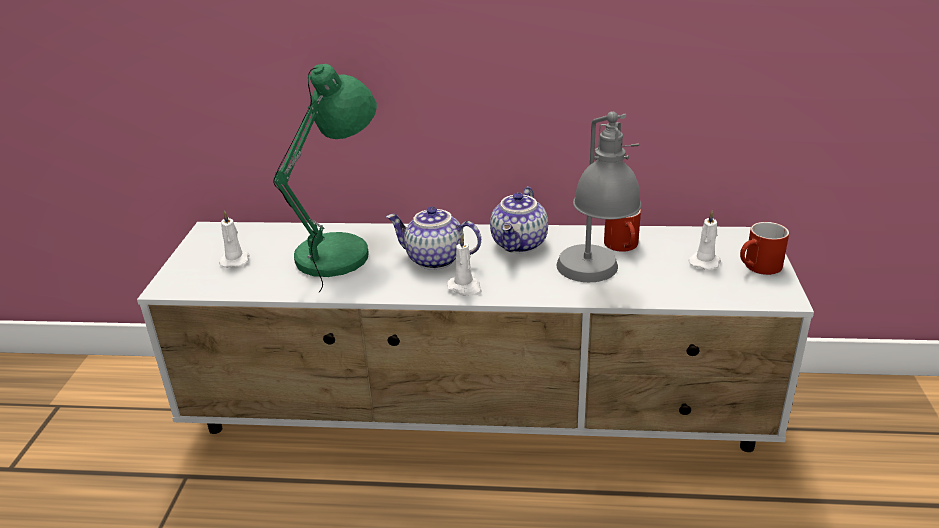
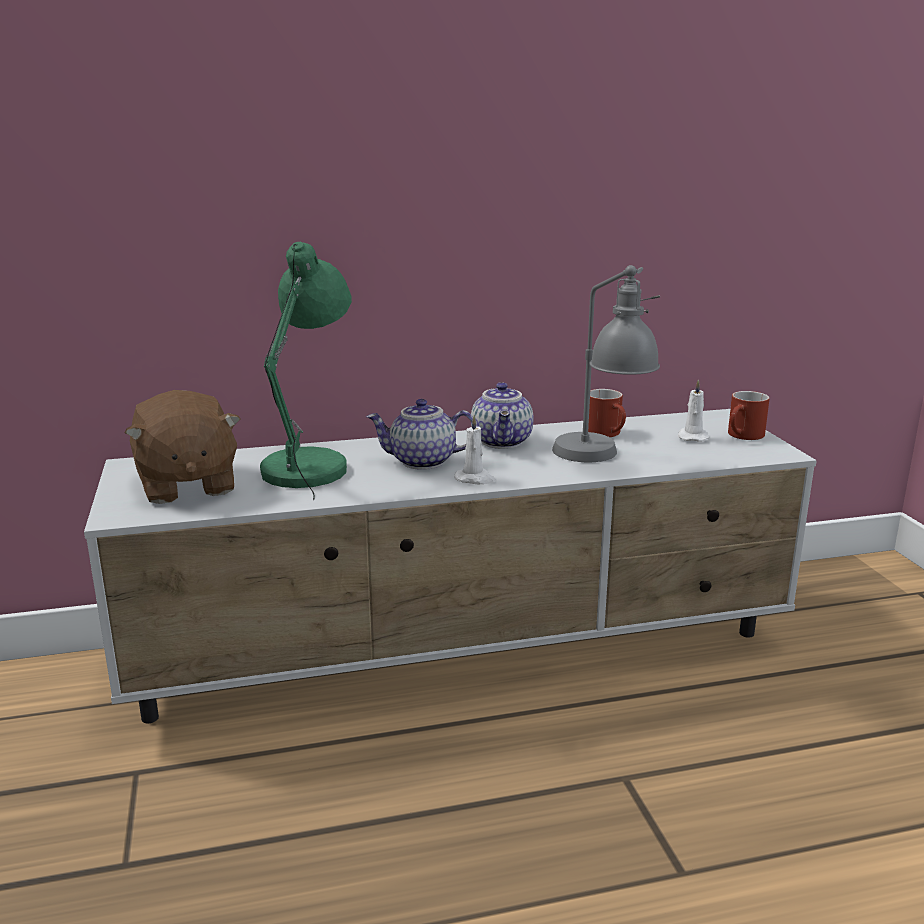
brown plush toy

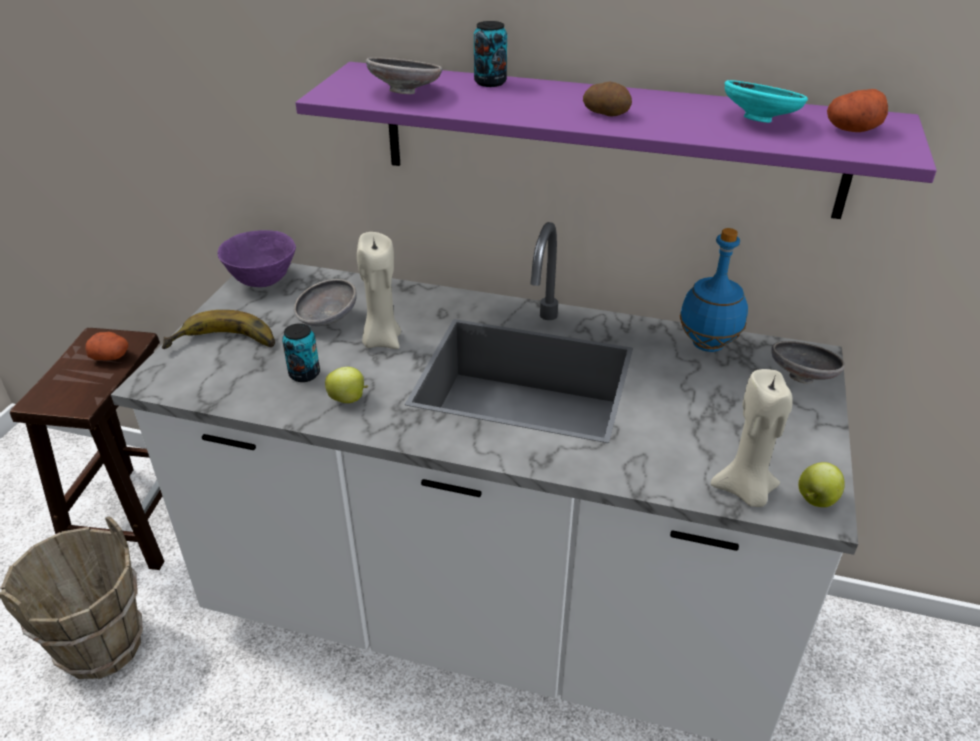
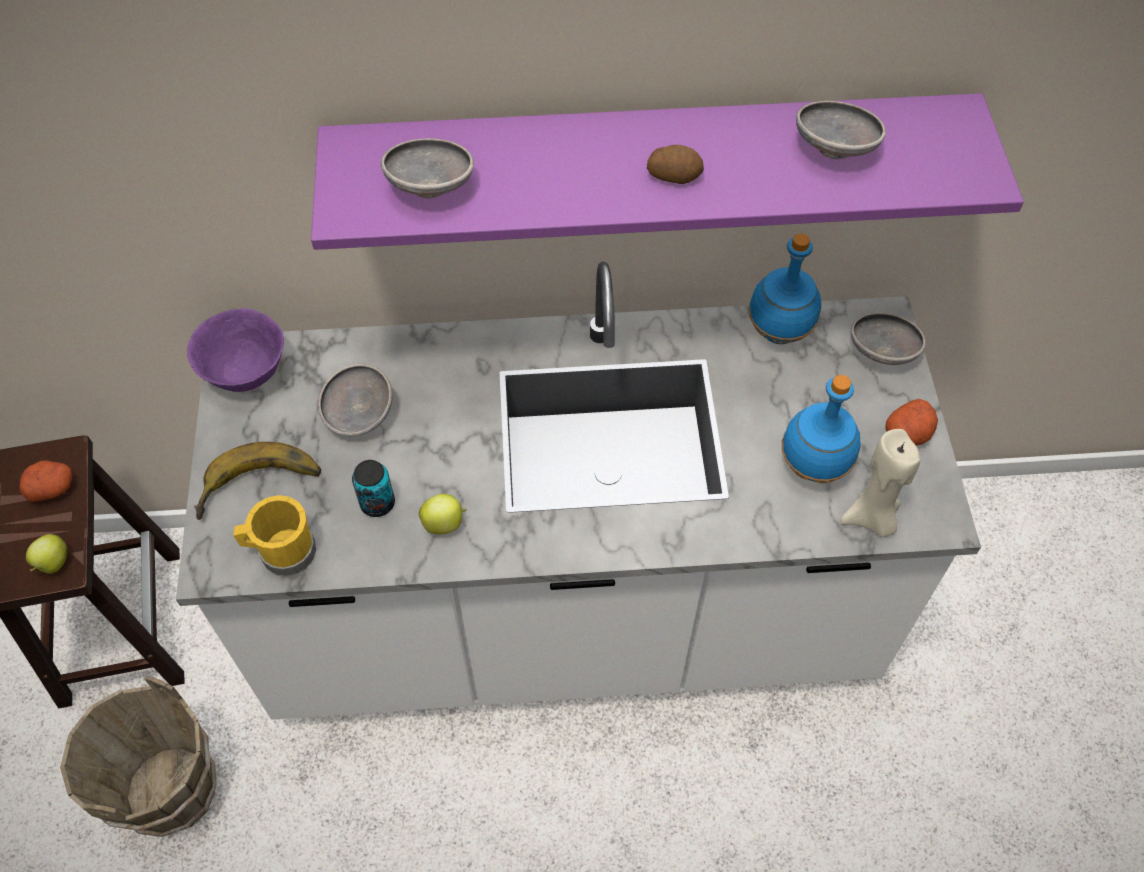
apple (1st from left); yellow mug; blue bottle (2nd from left); grey bowl (3rd from left); potato (3rd from left); beige candle (1st from left in the first image); can (2nd from left in the first image)

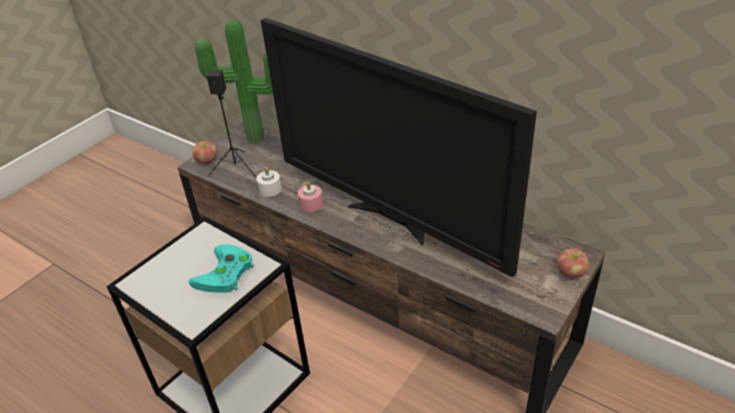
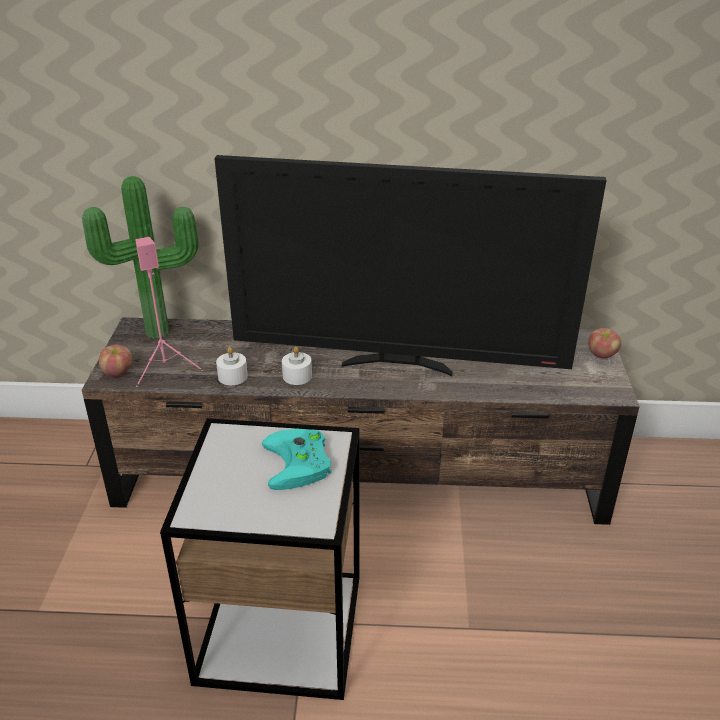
pink speaker; white candle (2nd from left)

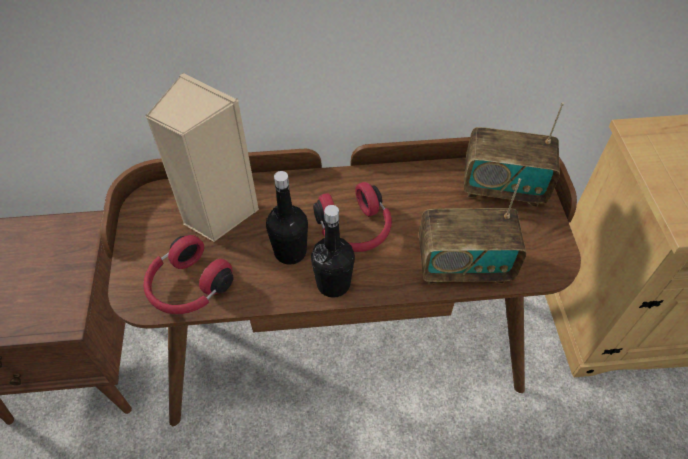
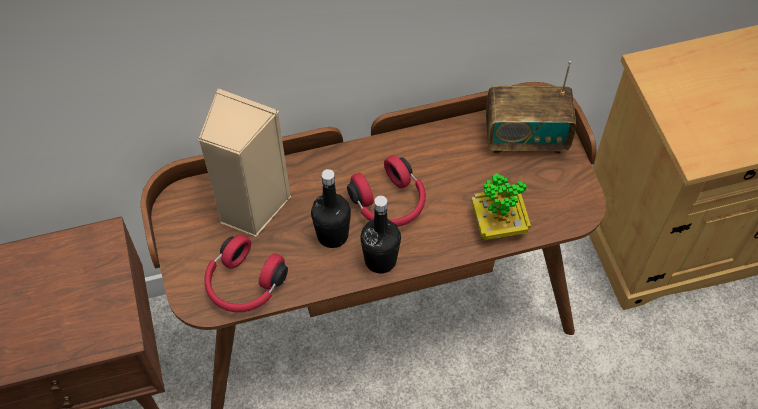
potted plant

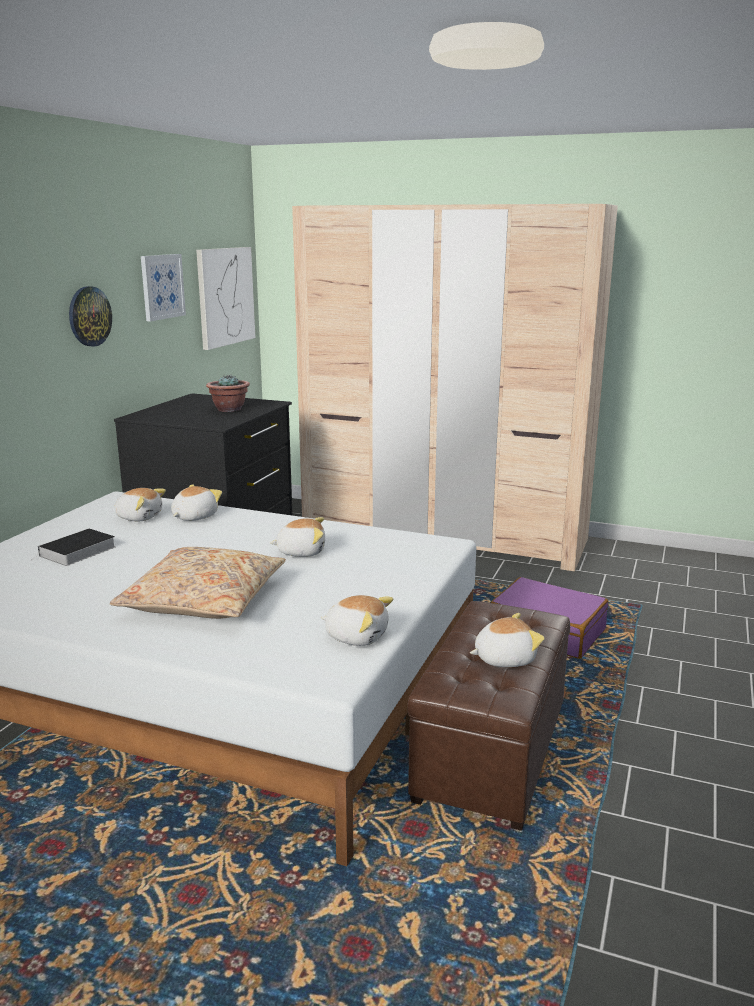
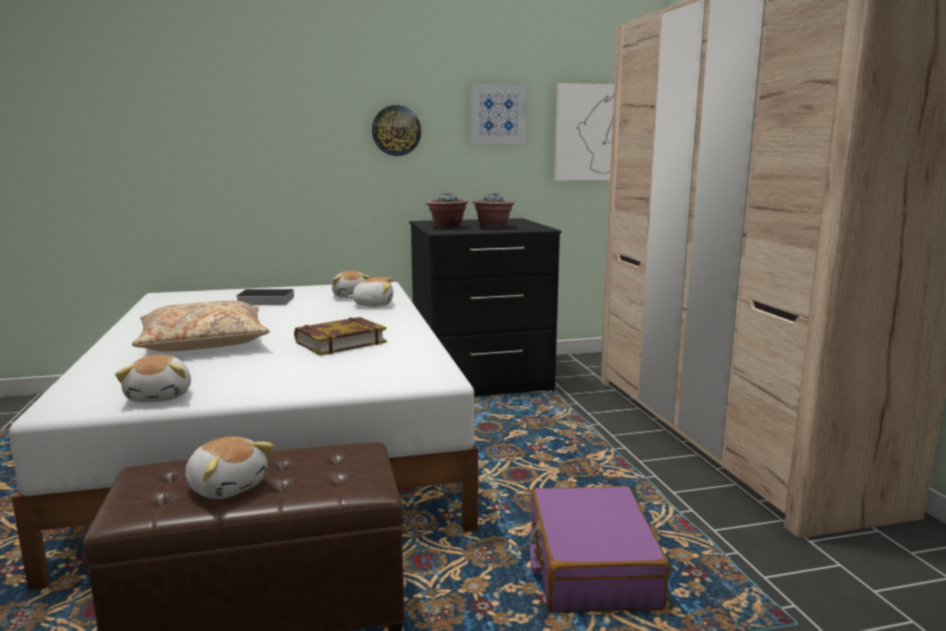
book (2nd from left); potted plant (1st from left)

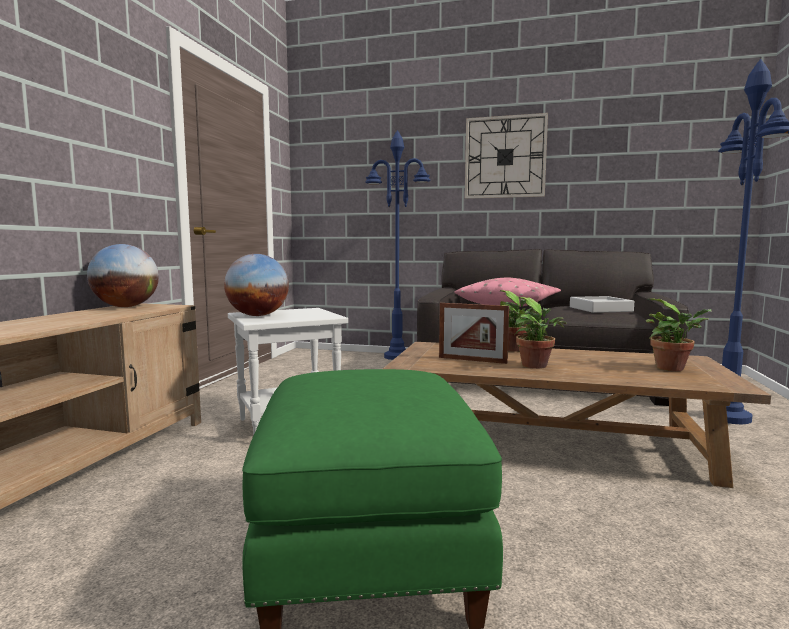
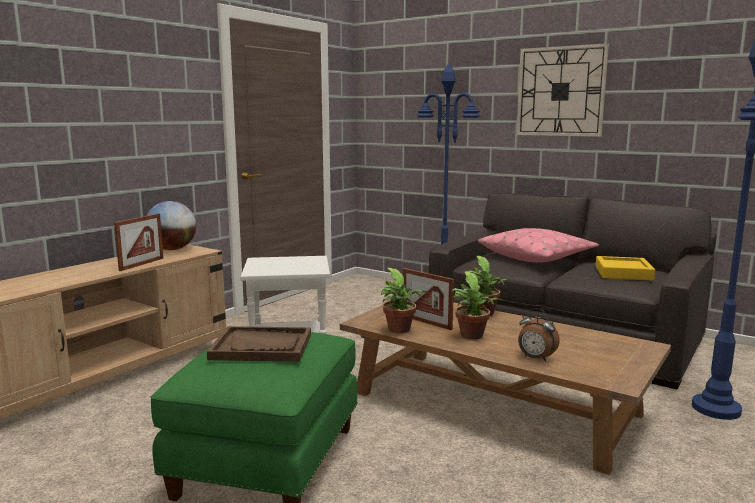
picture frame (1st from left); brown tray; potted plant (1st from left); alarm clock; yellow tray; globe (2nd from left in the first image)

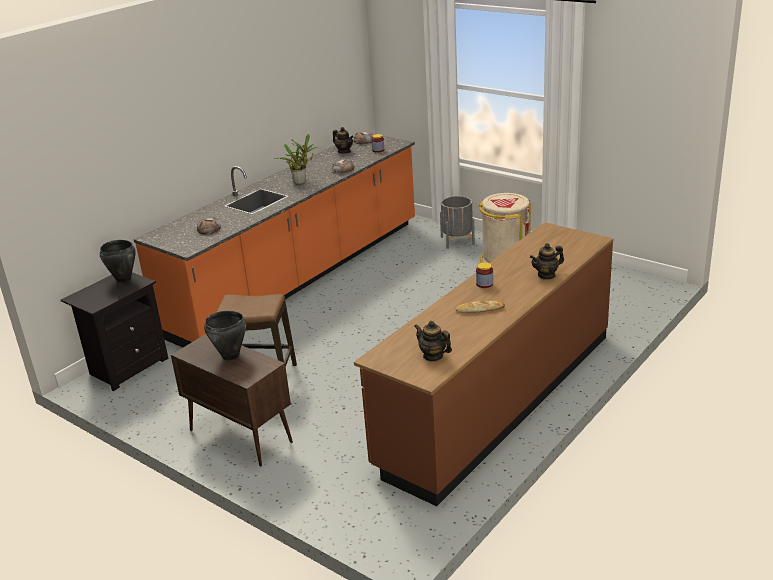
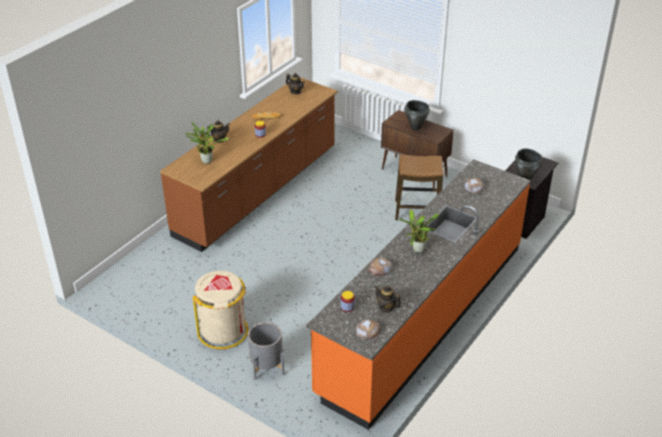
potted plant (1st from left)

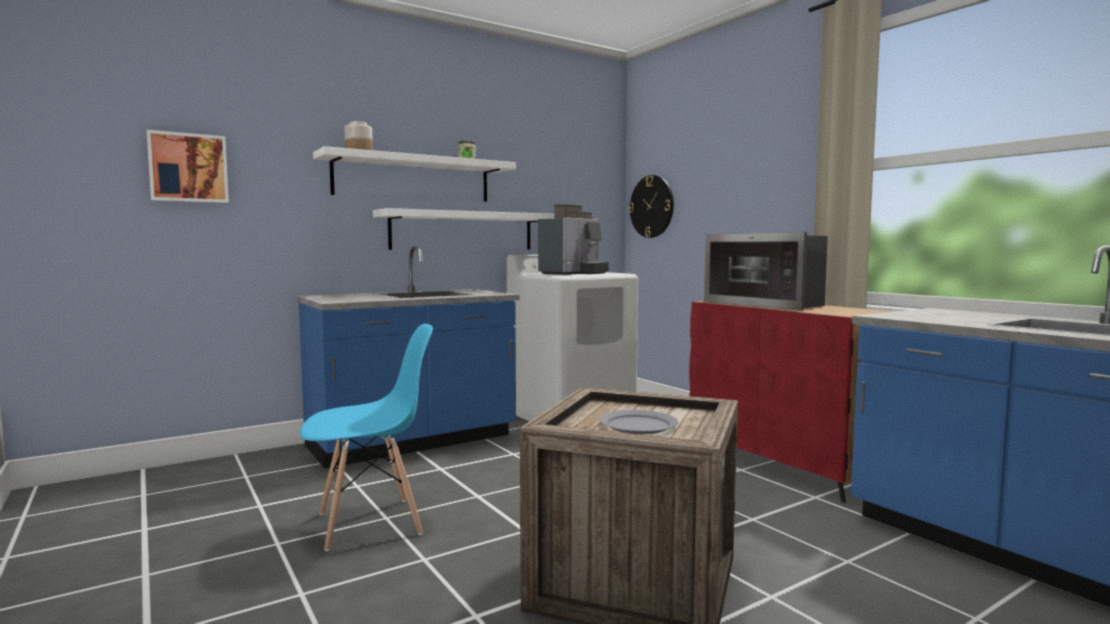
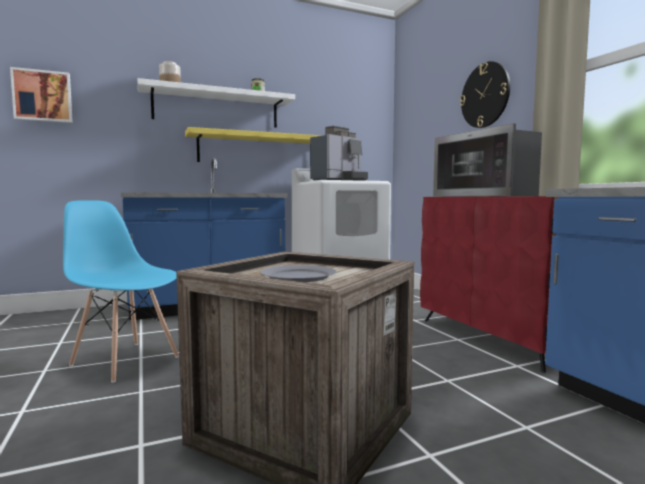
blue chair; yellow shelf; wall clock

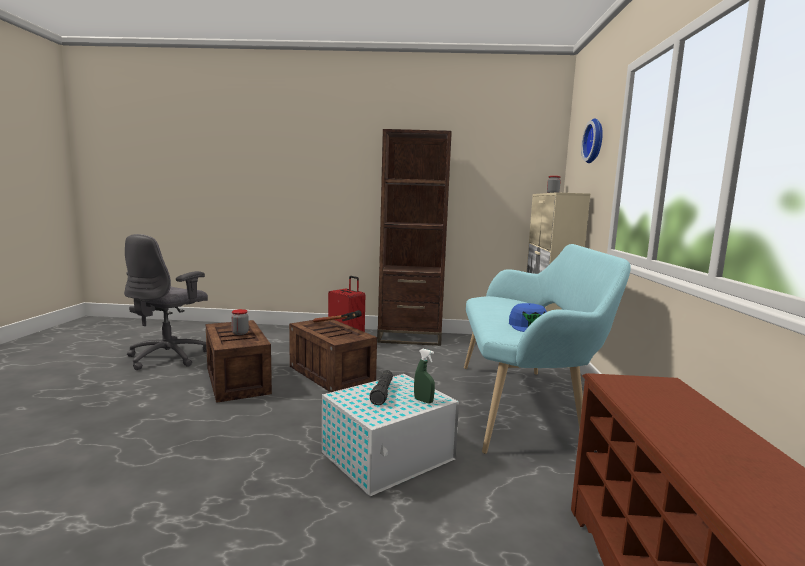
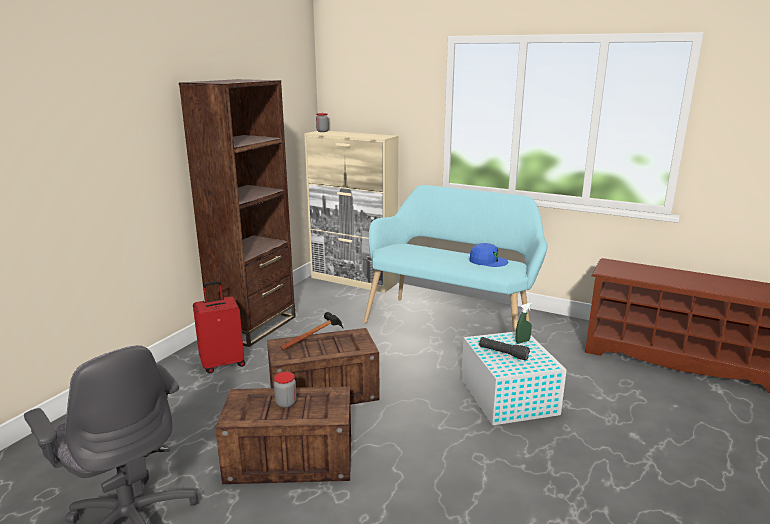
wall clock

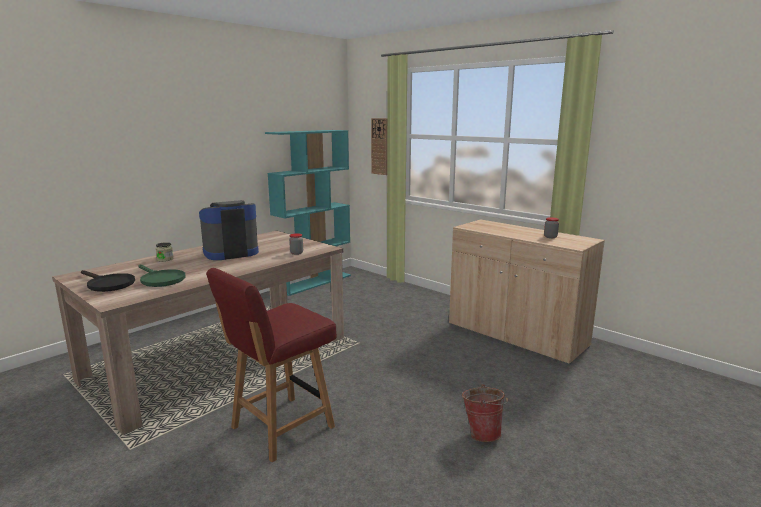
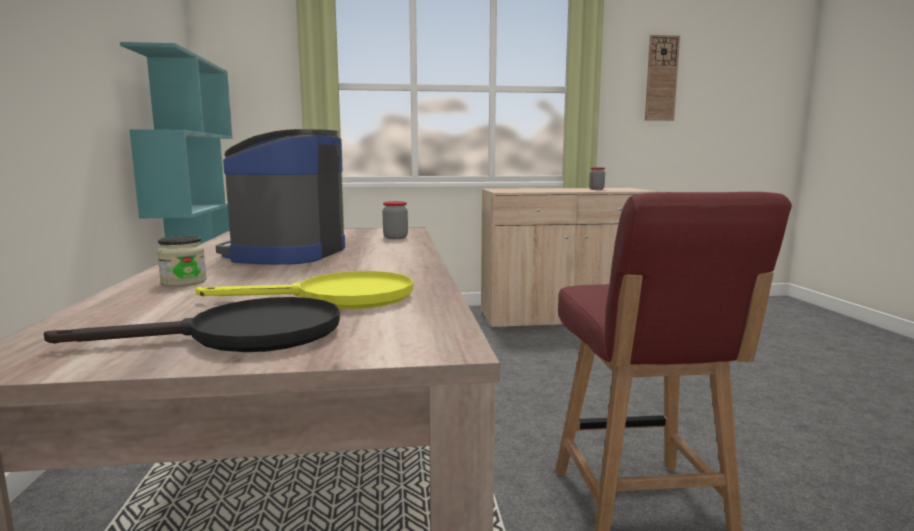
yellow frying pan; wall clock; bucket

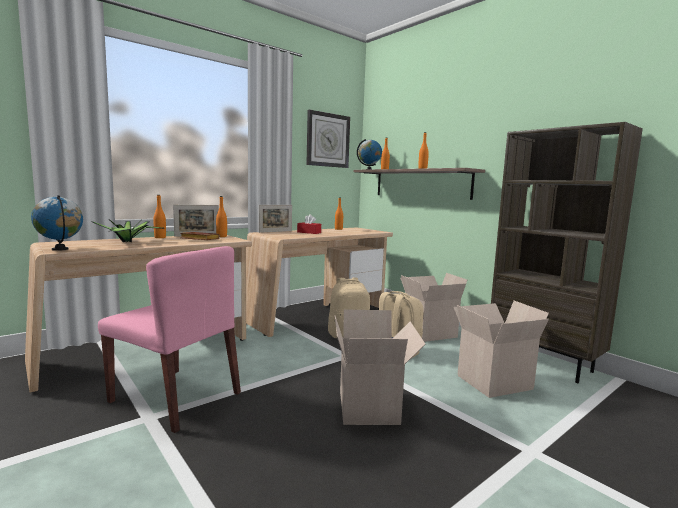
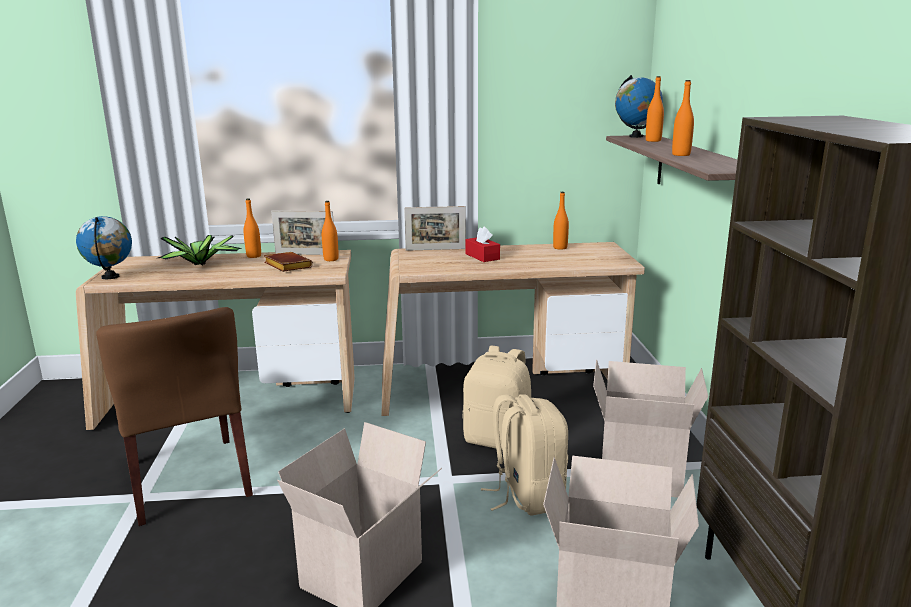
brown chair; wall clock

